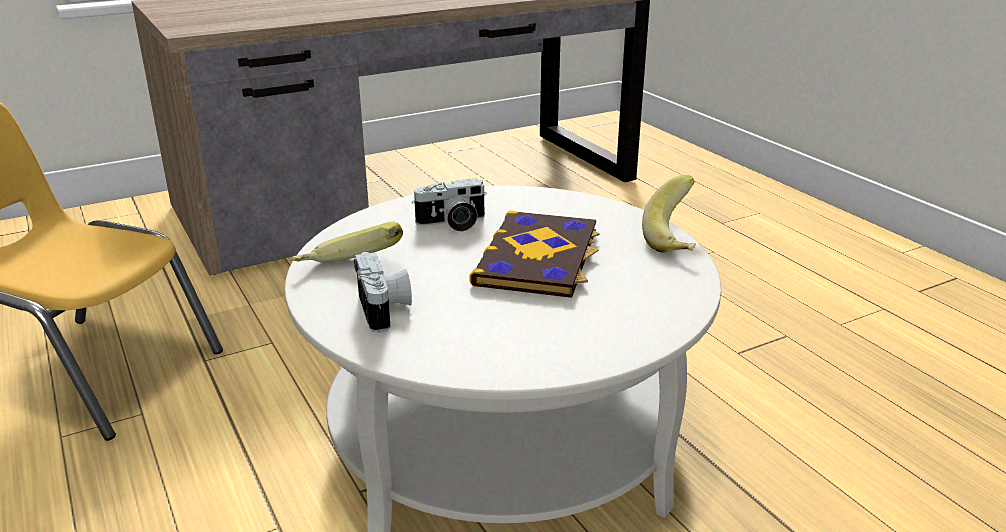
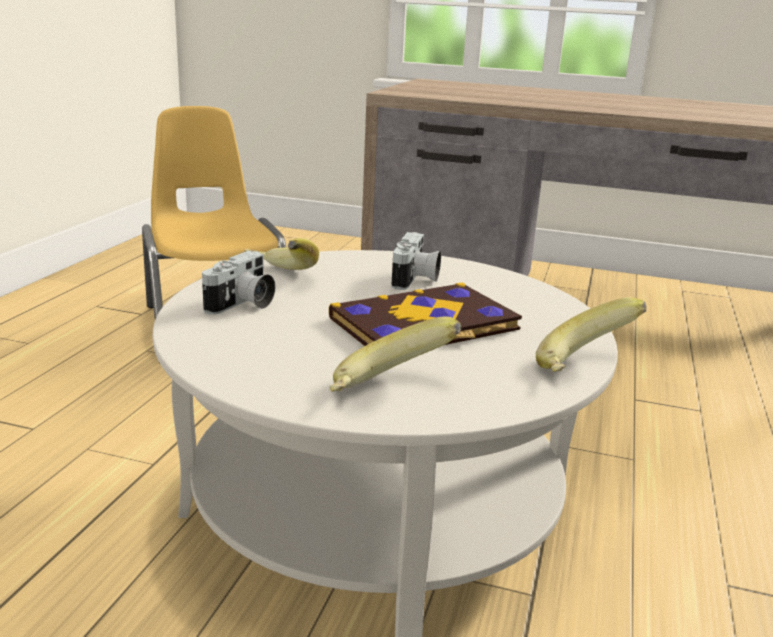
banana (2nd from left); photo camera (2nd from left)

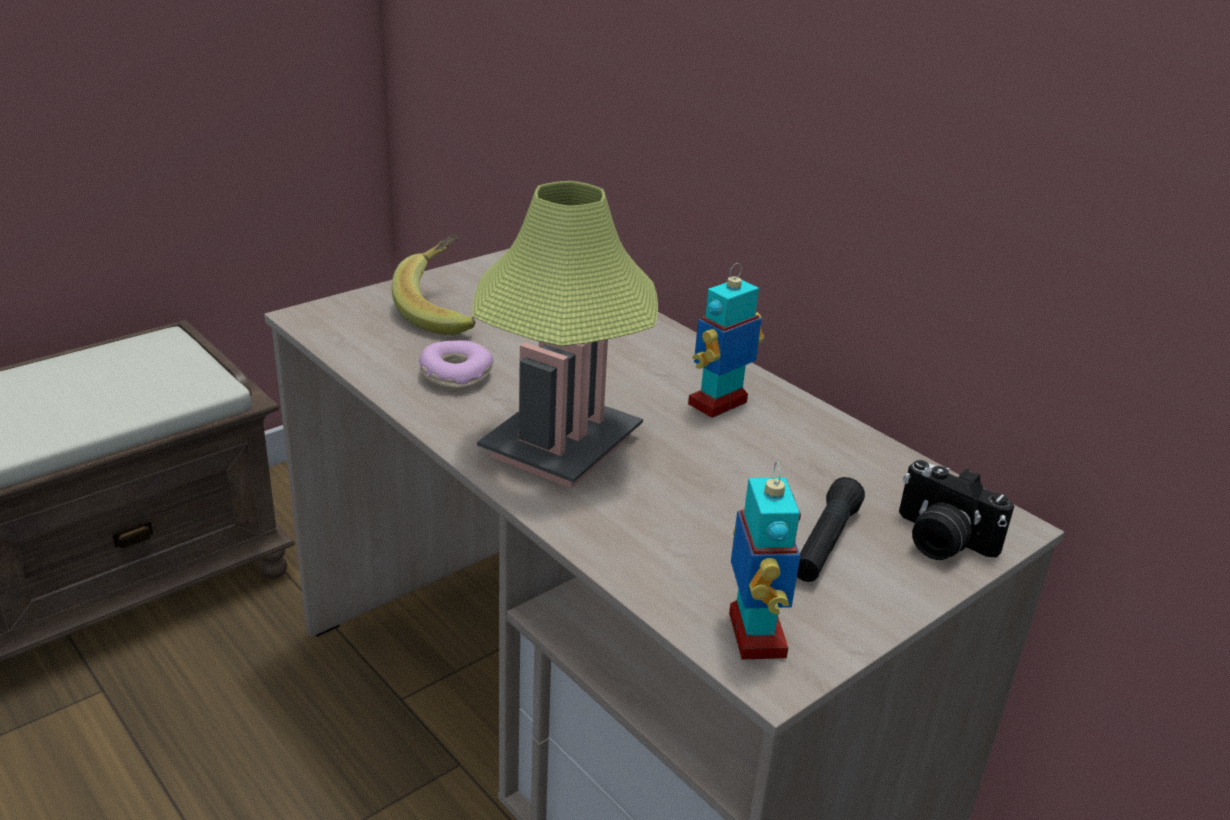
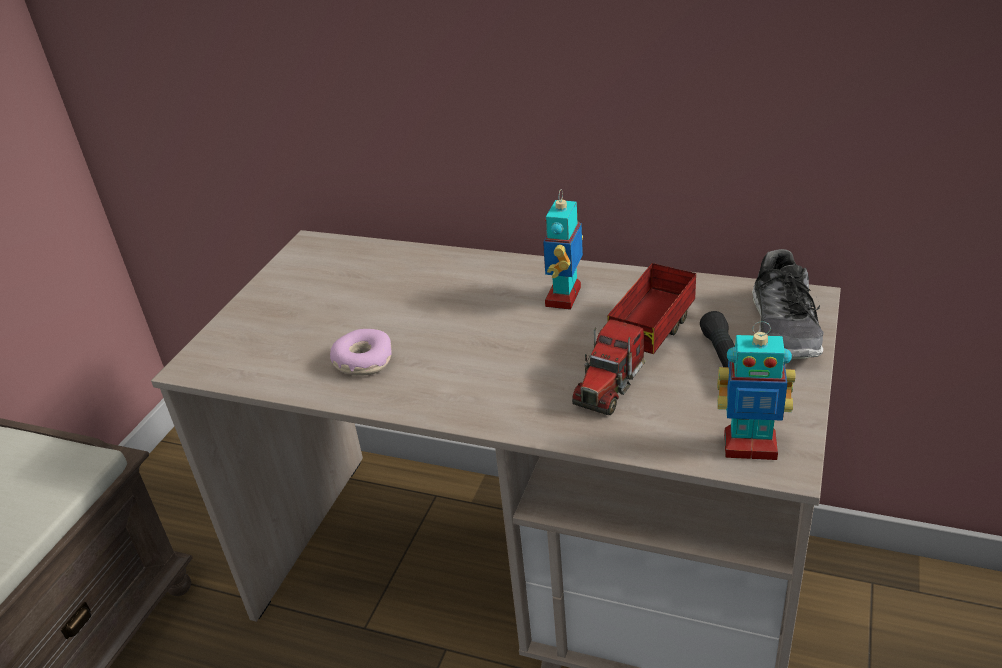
toy truck; toy robot (2nd from left); shoe; banana; table lamp

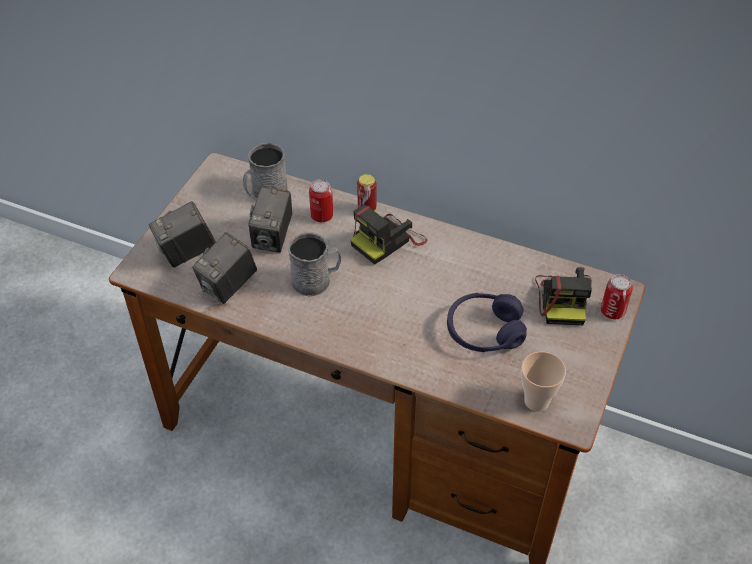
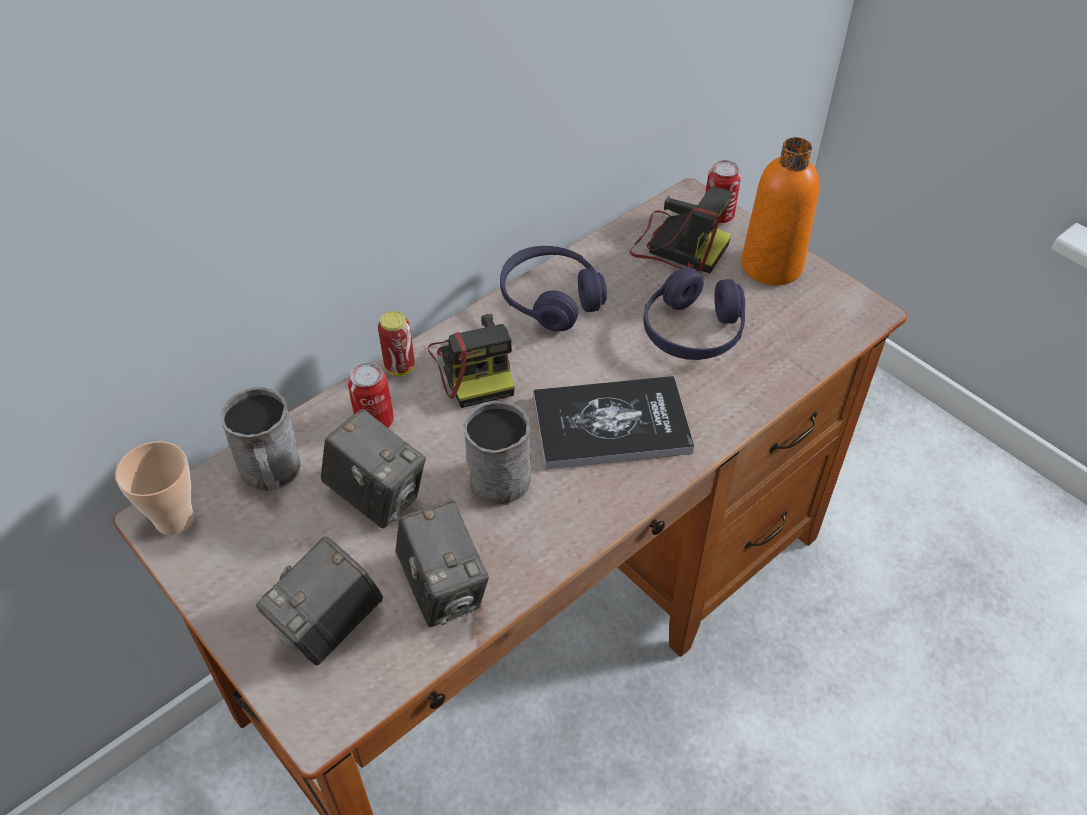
cup; photo camera (1st from left); purple headphones (1st from left); book; orange bottle

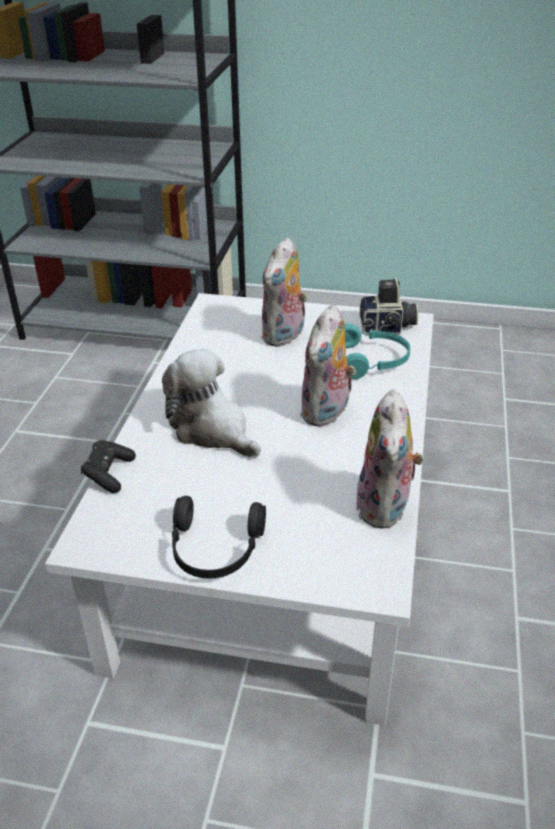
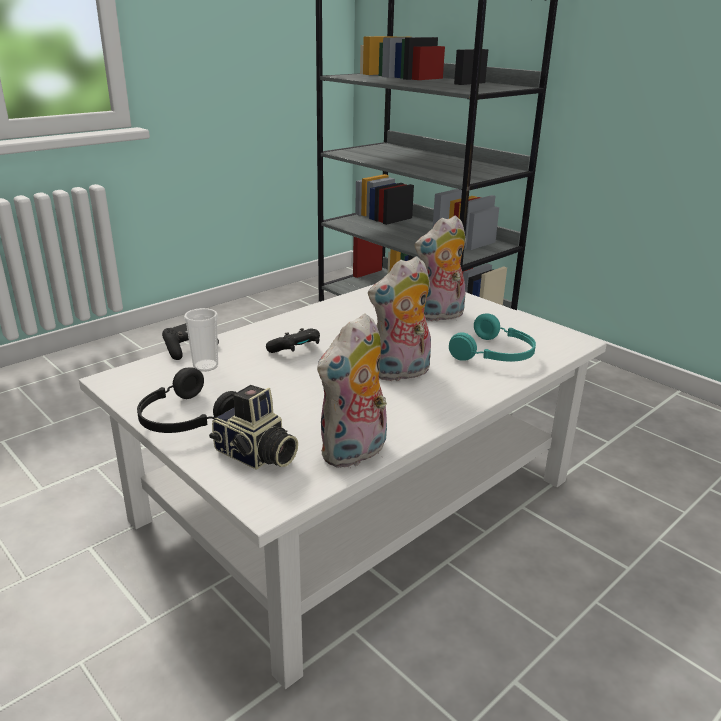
cup; photo camera; black game controller (2nd from left)

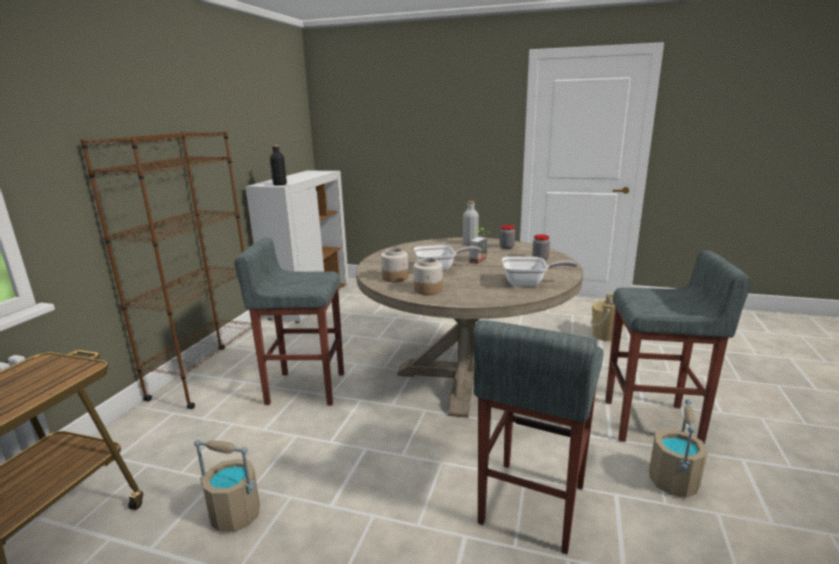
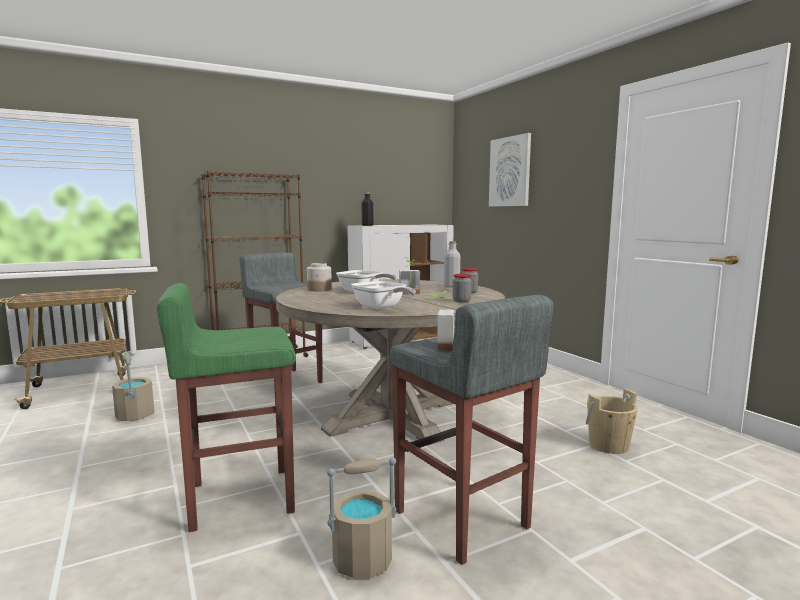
green stool; potted plant (2nd from left); picture; jar (2nd from left in the first image)

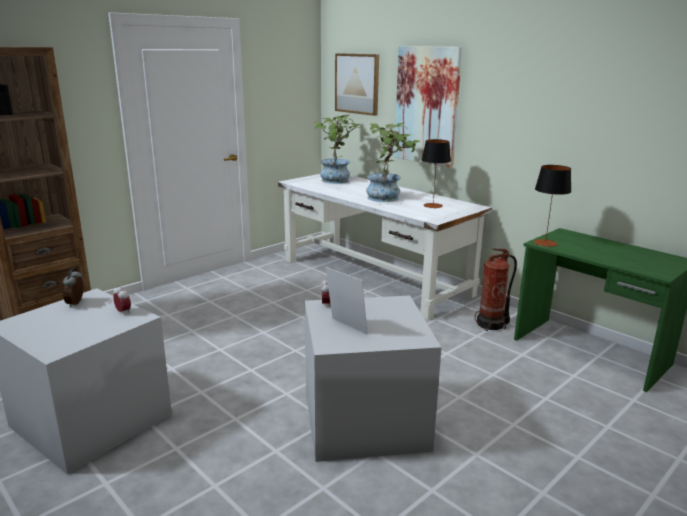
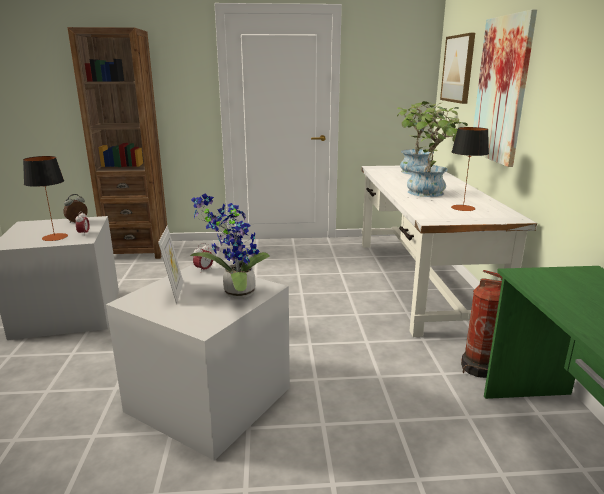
table lamp (1st from left); potted plant (1st from left)

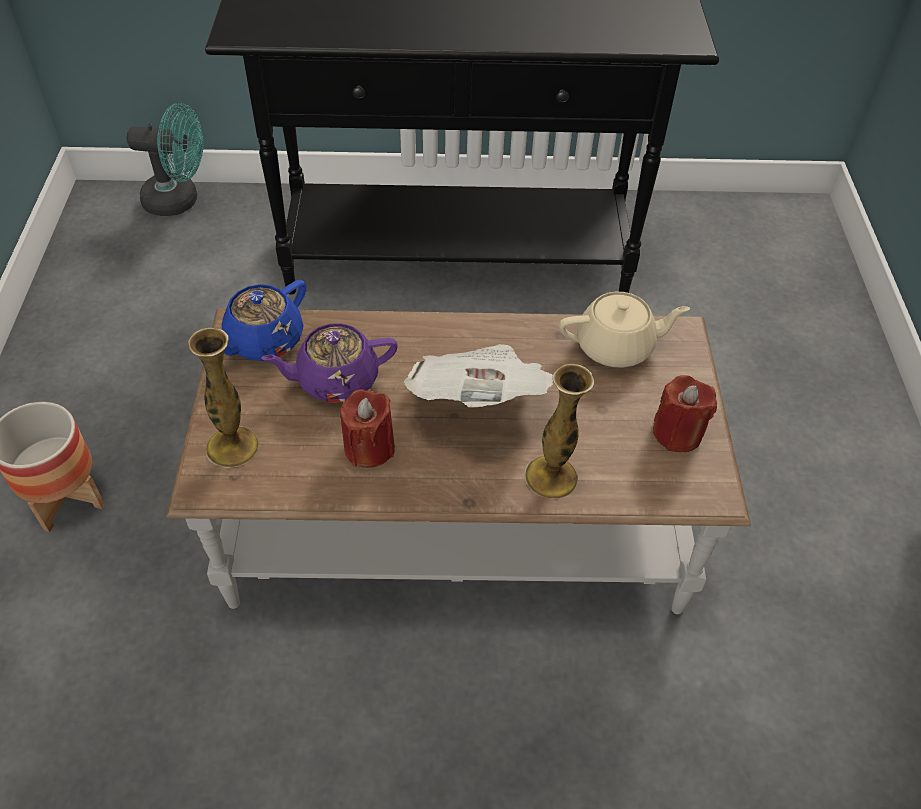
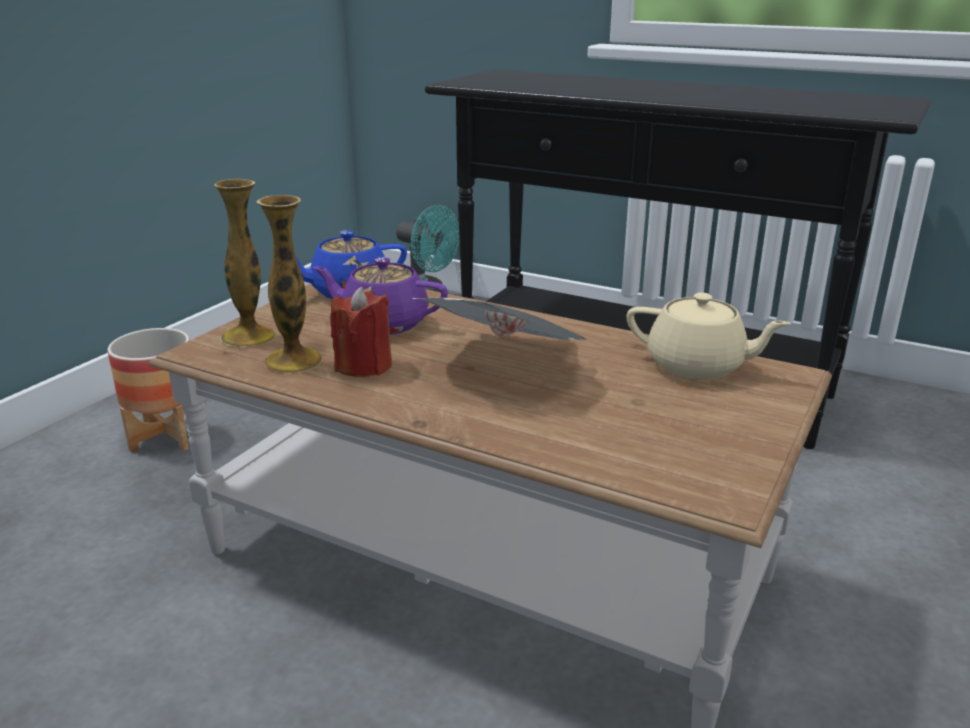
vase (2nd from left); red candle (2nd from left in the first image)

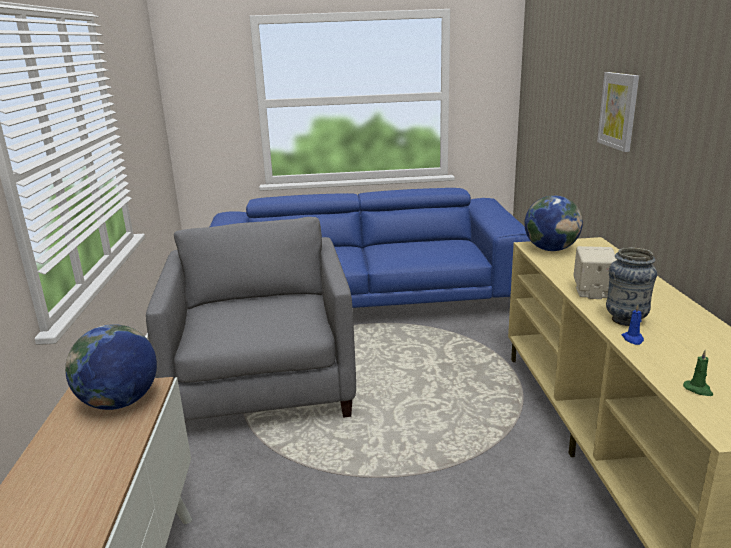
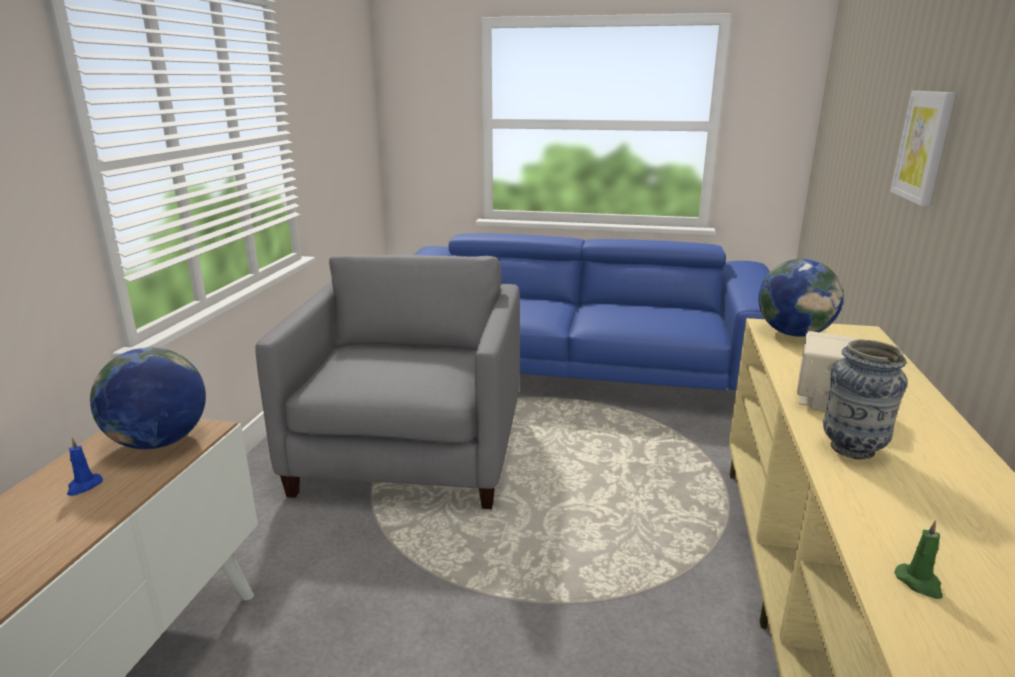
blue candle

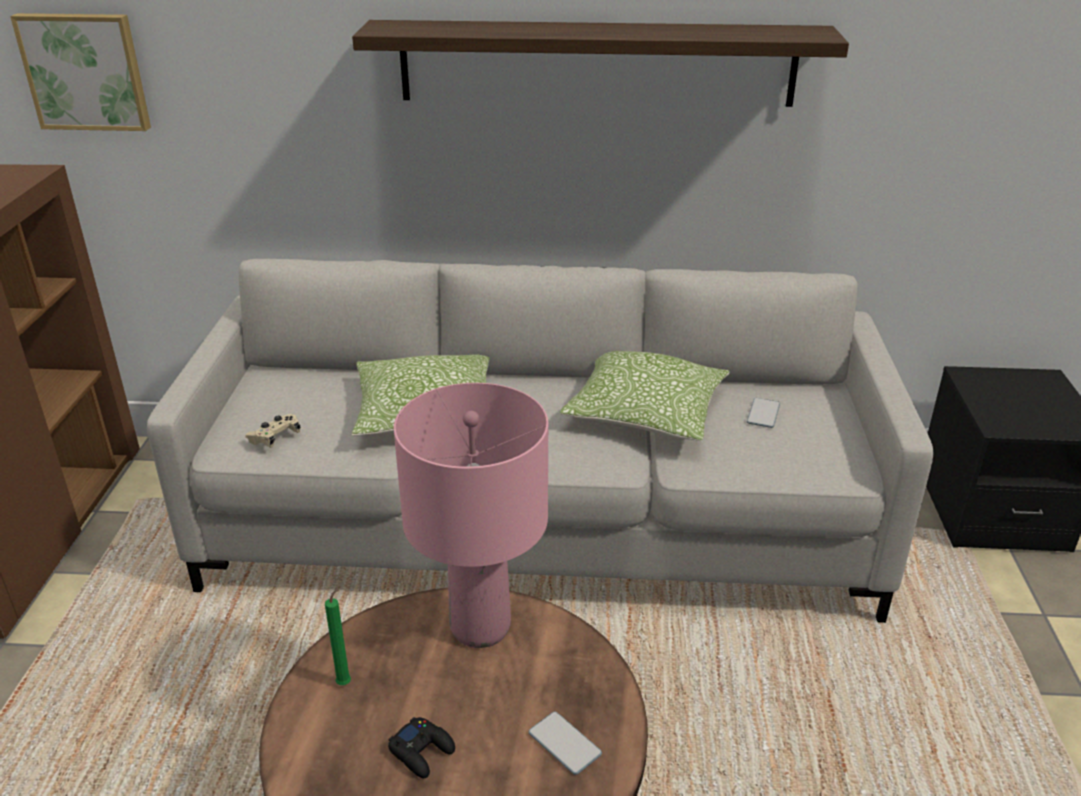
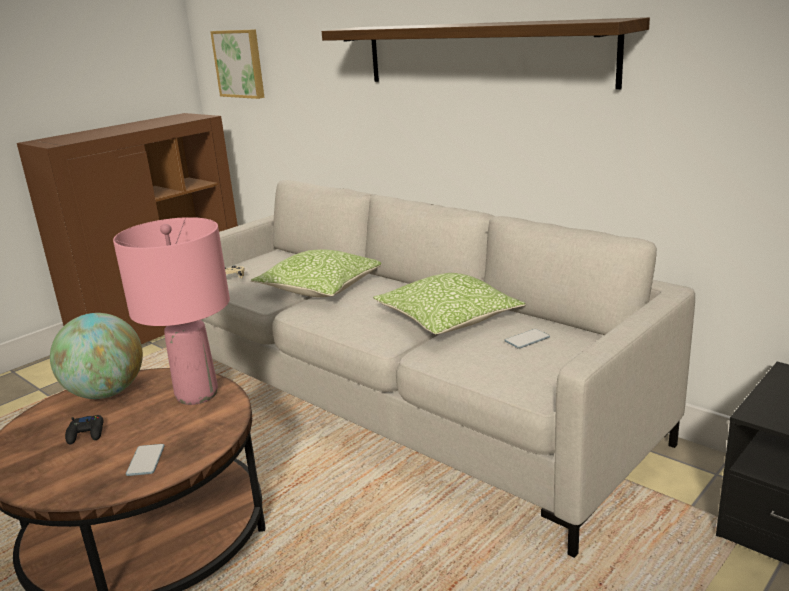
globe

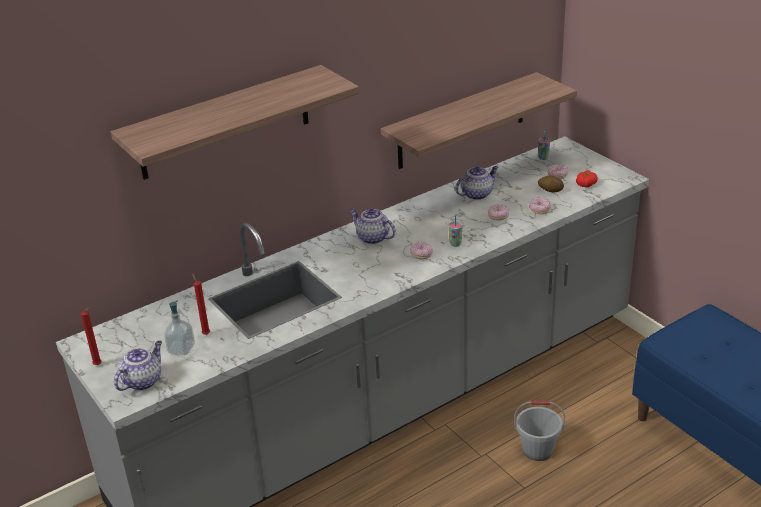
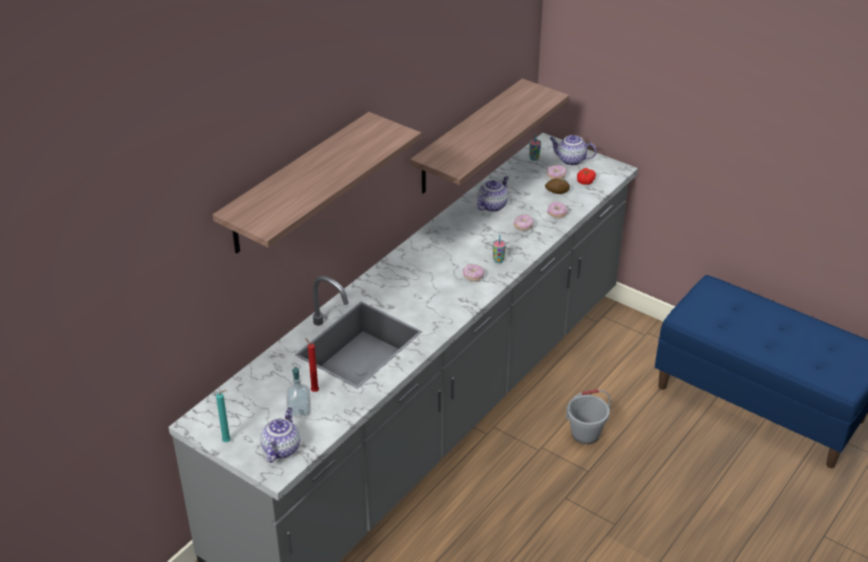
turquoise candle; teapot (3rd from left)

